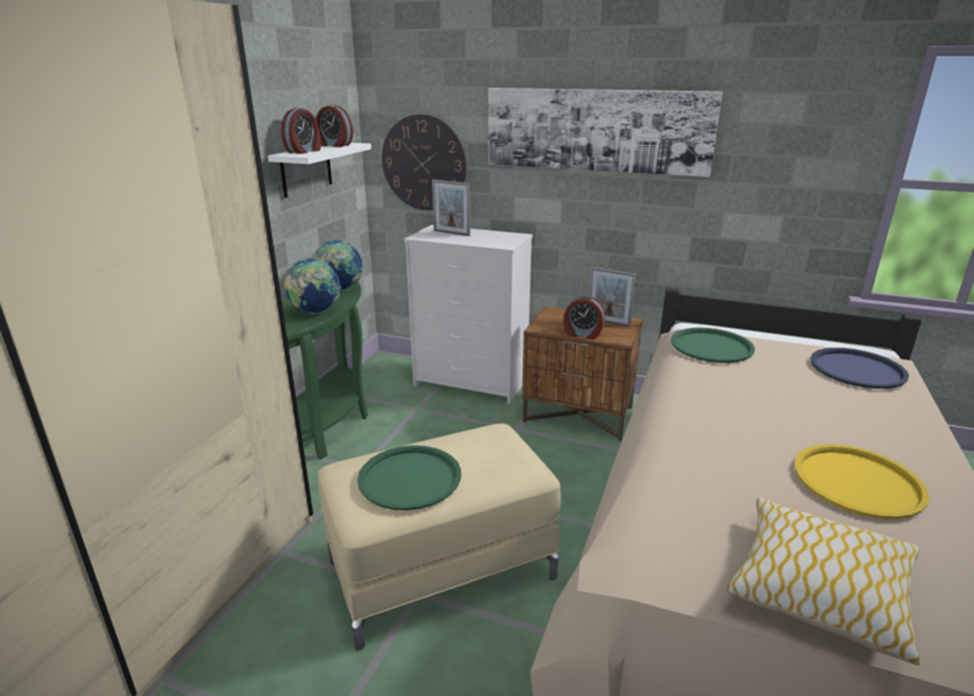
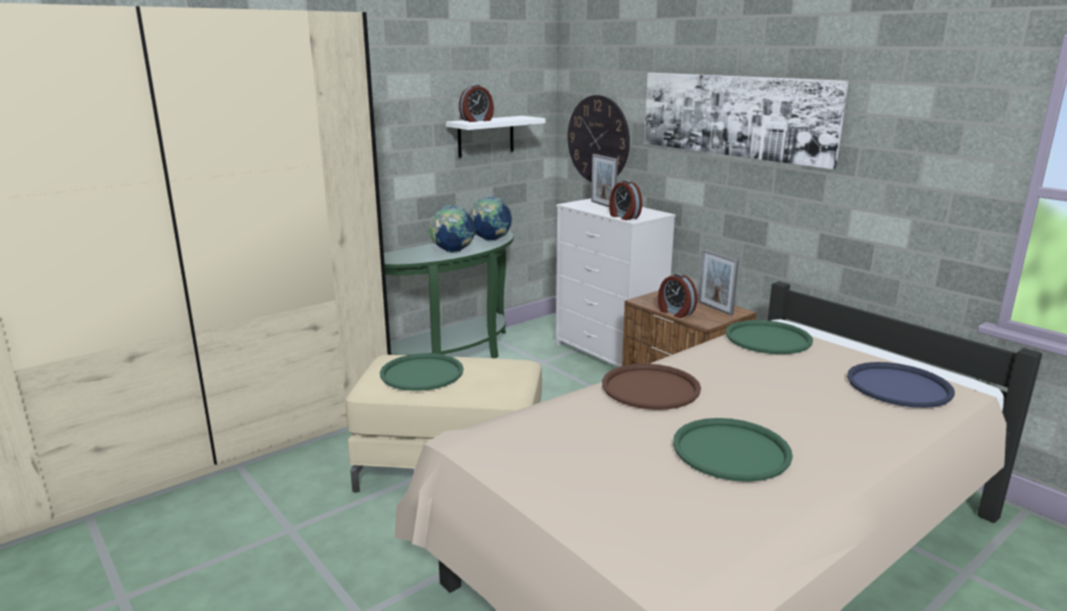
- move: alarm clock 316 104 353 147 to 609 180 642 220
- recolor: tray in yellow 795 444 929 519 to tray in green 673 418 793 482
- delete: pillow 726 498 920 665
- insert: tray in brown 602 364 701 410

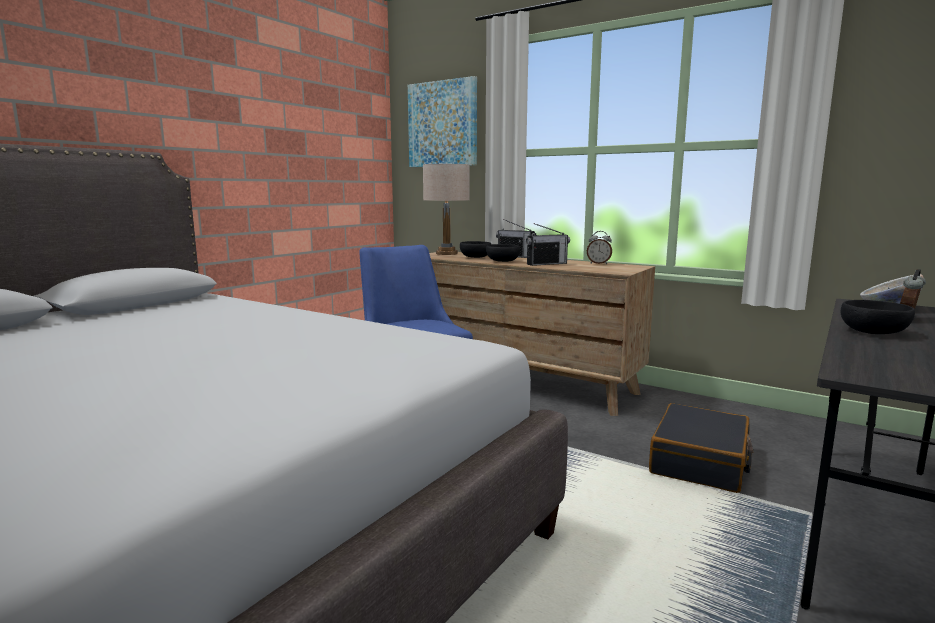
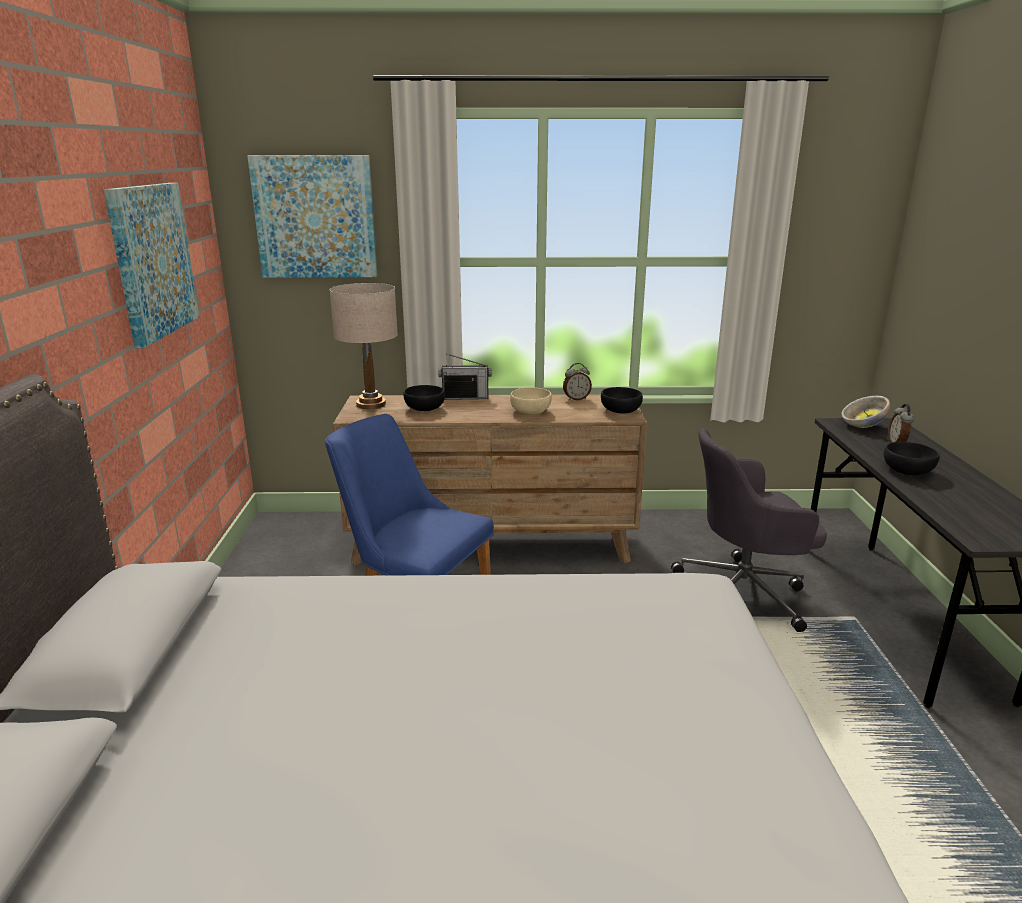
- replace: radio 526 223 570 266 to bowl in beige 510 387 552 414
- move: bowl in black 486 244 520 262 to 601 387 643 413
- replace: suitcase in black 649 403 754 493 to office chair in grey 671 428 827 632
- insert: picture 104 183 199 348

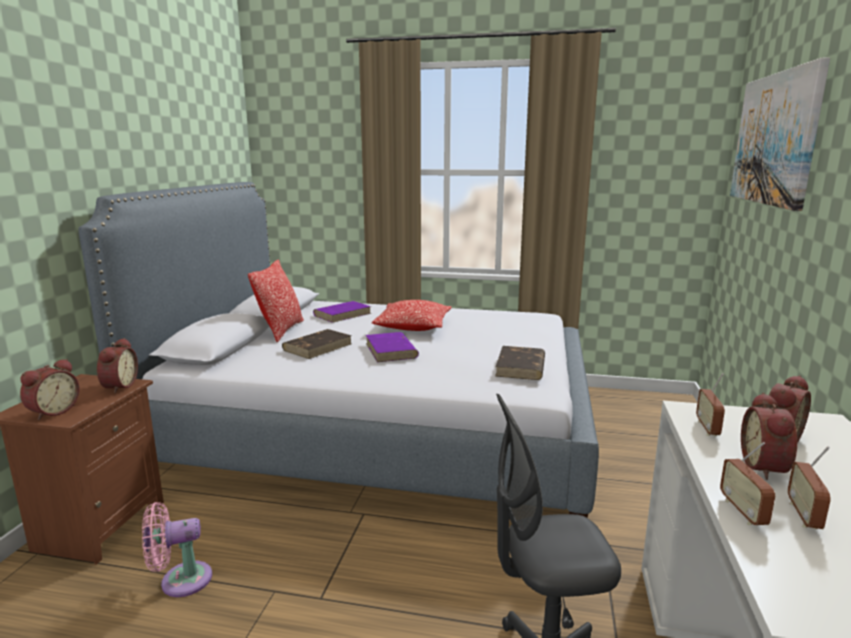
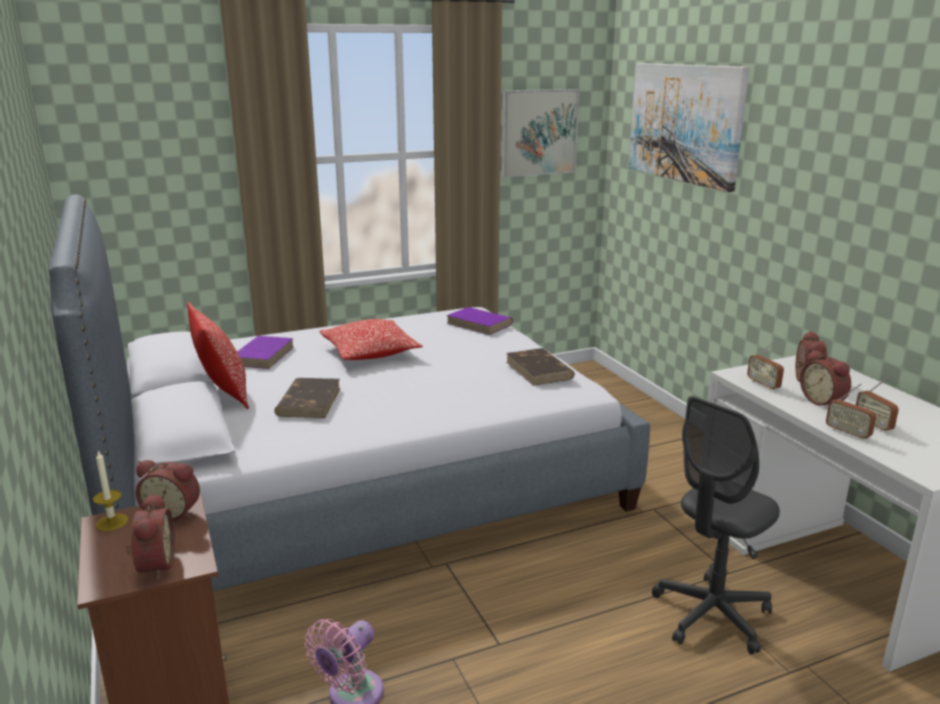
- move: book in purple 366 332 419 362 to 446 307 513 335
- rotate: alarm clock 97 338 138 393 = 136 460 200 522 135 degrees clockwise
- insert: picture 502 89 579 177
- insert: candle 93 450 128 531

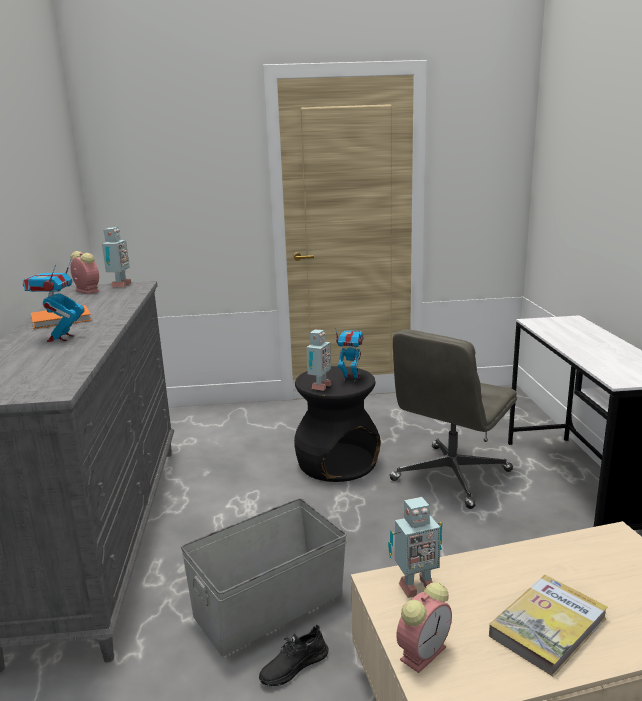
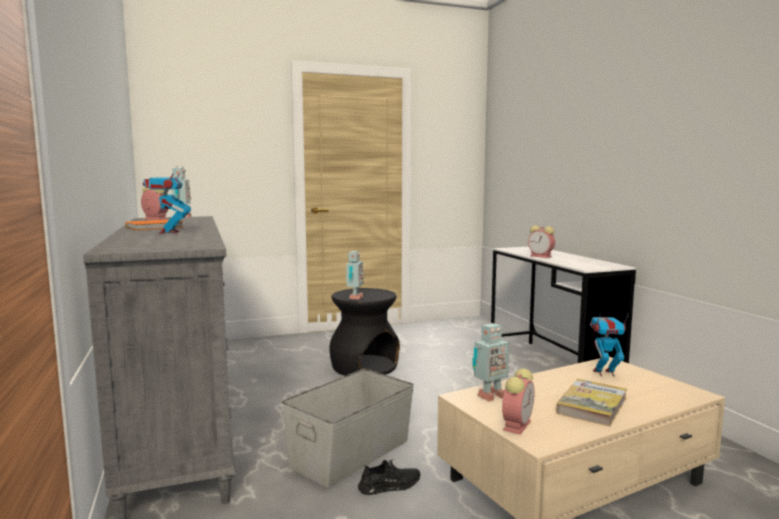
- move: toy robot 335 328 364 382 to 590 313 628 377
- delete: office chair in grey 389 329 517 509
- rotate: shoe in black 259 624 329 686 = 358 459 420 495 150 degrees counterclockwise
- insert: alarm clock 528 225 555 258

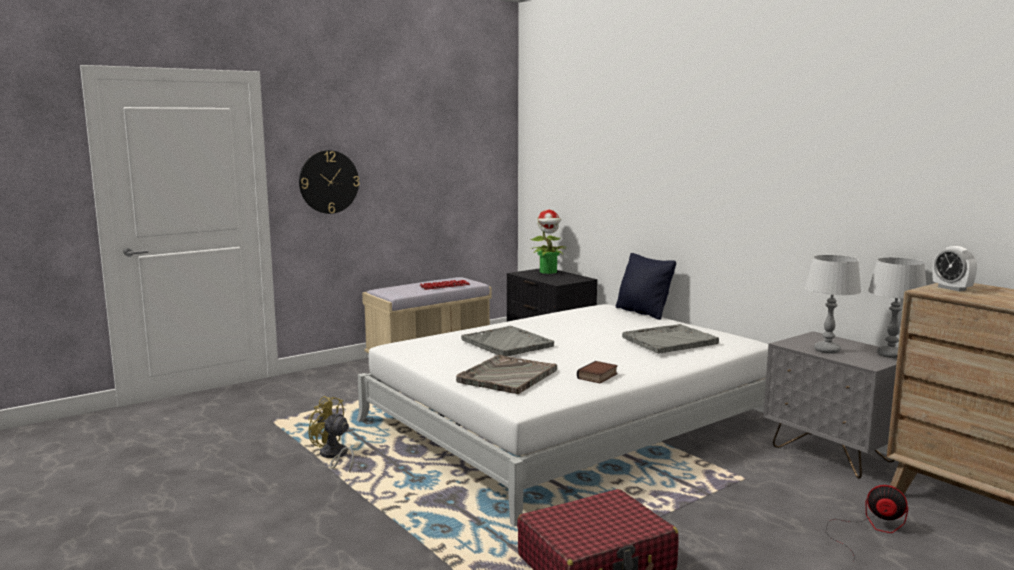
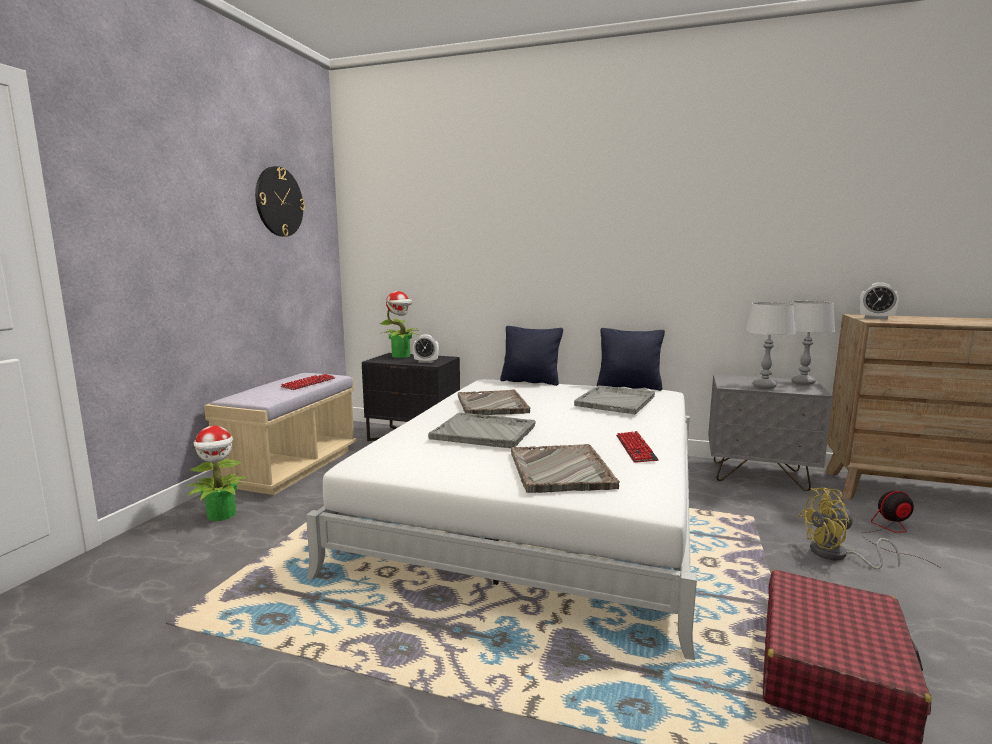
- move: wall clock 299 150 359 214 to 255 166 305 237
- replace: book 577 361 618 384 to keyboard 616 431 659 463
- move: fan in yellow 308 396 354 472 to 798 488 900 569
- insert: pillow in black 597 328 665 391
- insert: alarm clock 413 335 439 363
- insert: tray in grey 458 389 530 415
- insert: potted plant 186 426 247 521

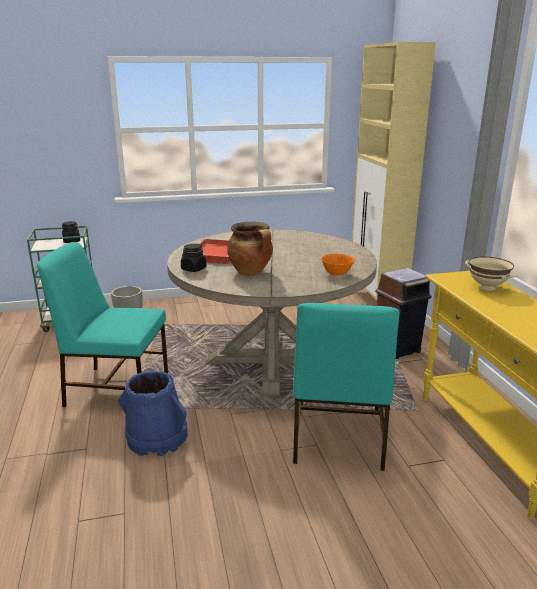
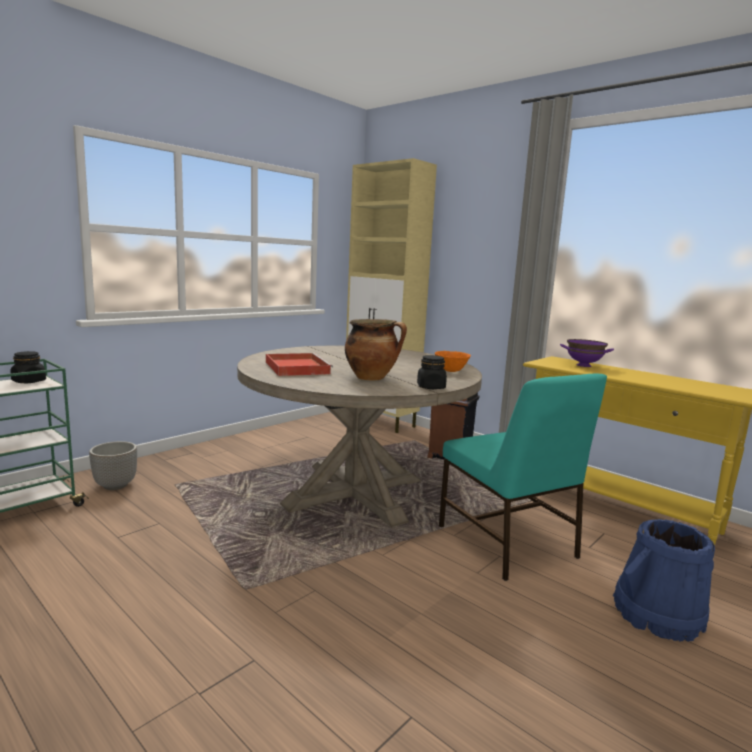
- delete: chair in turquoise 37 242 168 407
- move: jar in black 181 244 206 272 to 417 355 447 389
- recolor: bowl in beige 465 257 517 291 to bowl in purple 560 339 614 367
- move: bucket in blue 118 371 188 456 to 613 519 715 641

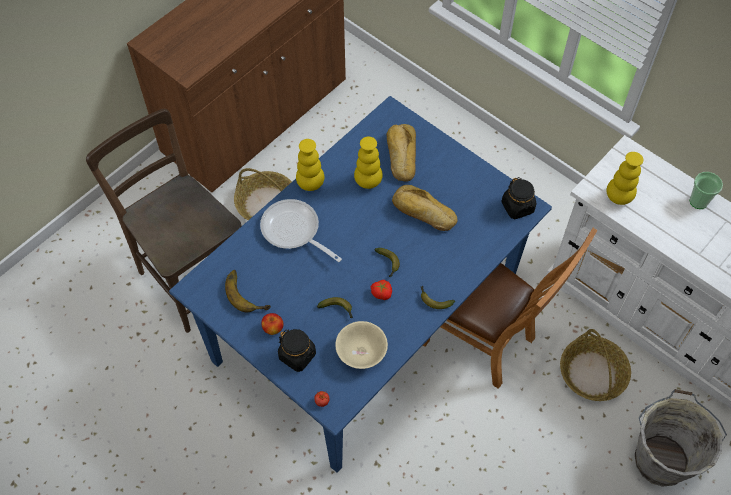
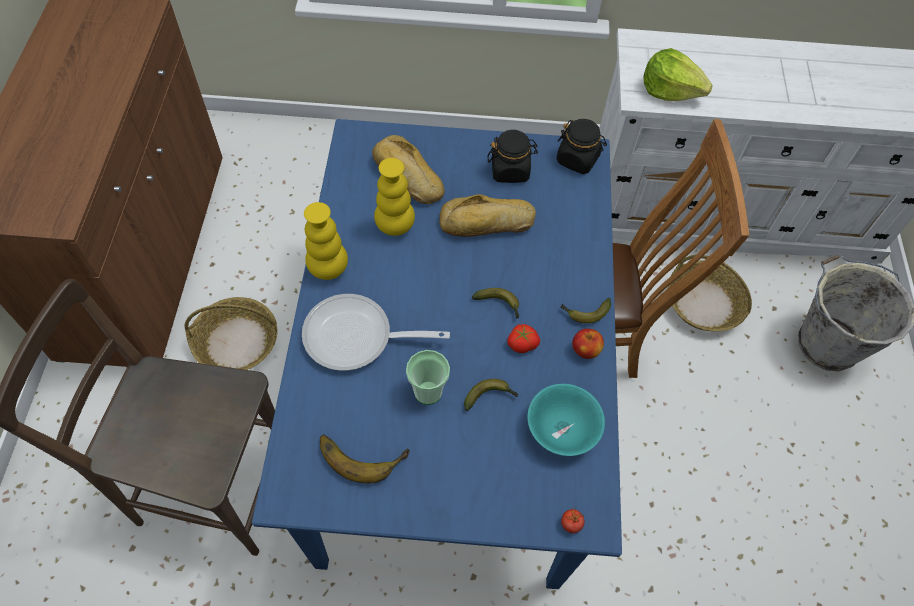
- replace: vase in yellow 607 152 643 205 to lettuce 644 48 713 101
- move: cup 690 172 723 209 to 406 350 450 405
- move: apple 262 313 283 335 to 572 329 604 359
- recolor: bowl in beige 335 321 388 369 to bowl in turquoise 527 384 605 456
- move: jar in black 278 329 316 372 to 487 130 538 183

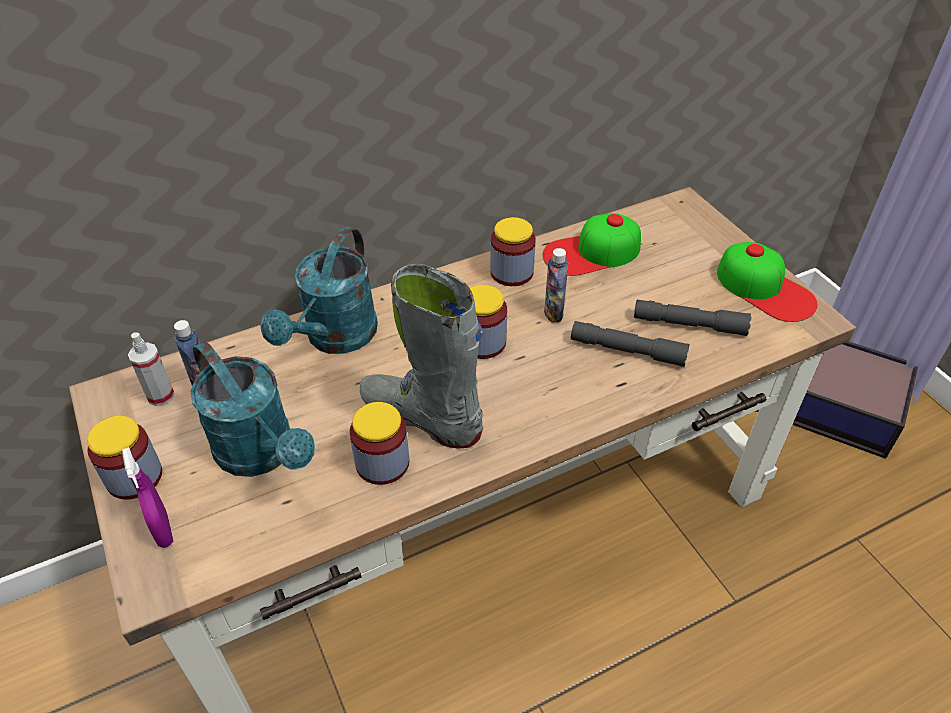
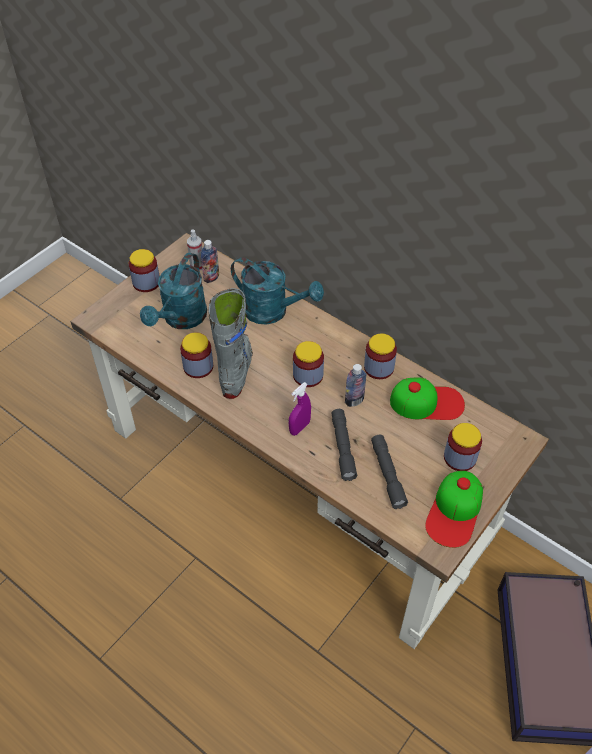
- rotate: cap 543 213 641 276 = 390 378 465 420 135 degrees clockwise
- rotate: watering can in turquoise 260 227 378 354 = 231 257 324 325 150 degrees counterclockwise
- move: spray bottle in purple 122 447 173 548 to 289 382 311 436
- insert: jar 444 423 482 471

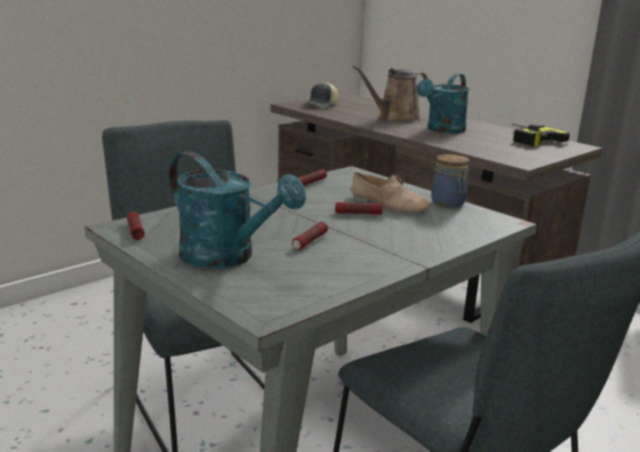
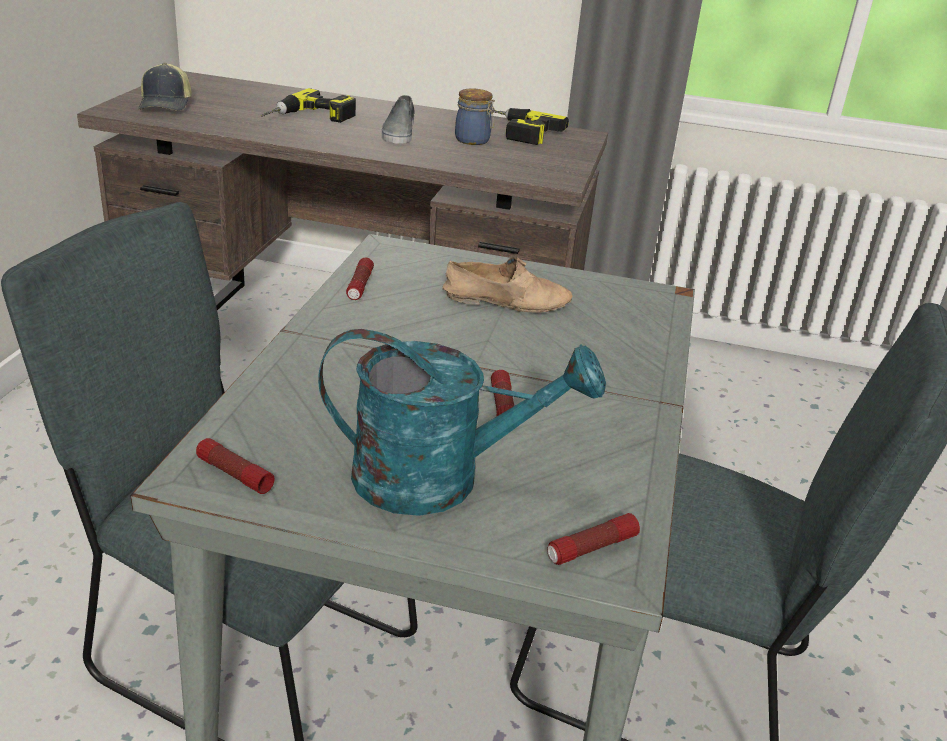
- replace: watering can in brown 353 66 428 122 to power drill 261 88 356 123
- replace: watering can in turquoise 416 74 469 133 to shoe in grey 382 95 414 144
- move: jar 431 154 469 208 to 455 88 495 145
- move: flashlight 335 202 382 215 to 547 513 640 565

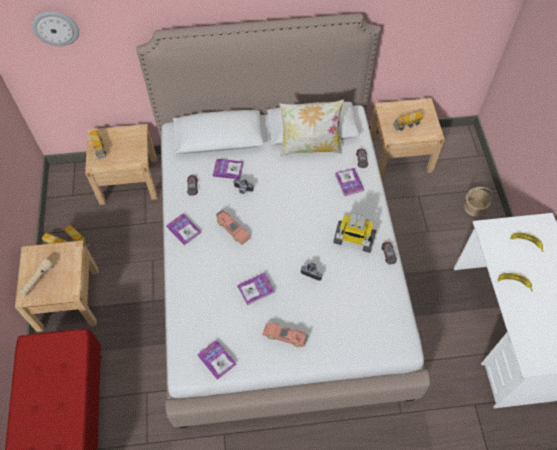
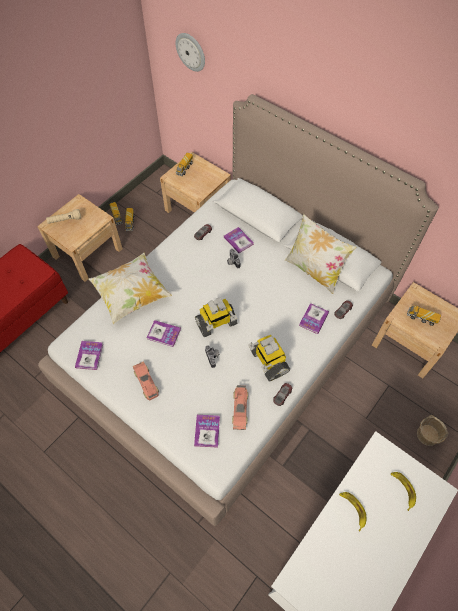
- move: toy car 216 210 251 245 to 232 385 248 430
- move: book 166 213 201 245 to 194 415 220 448
- insert: pillow 89 253 172 324
- insert: toy robot 195 298 238 337

